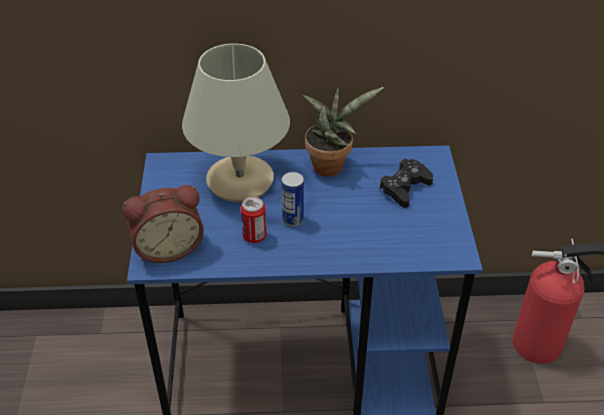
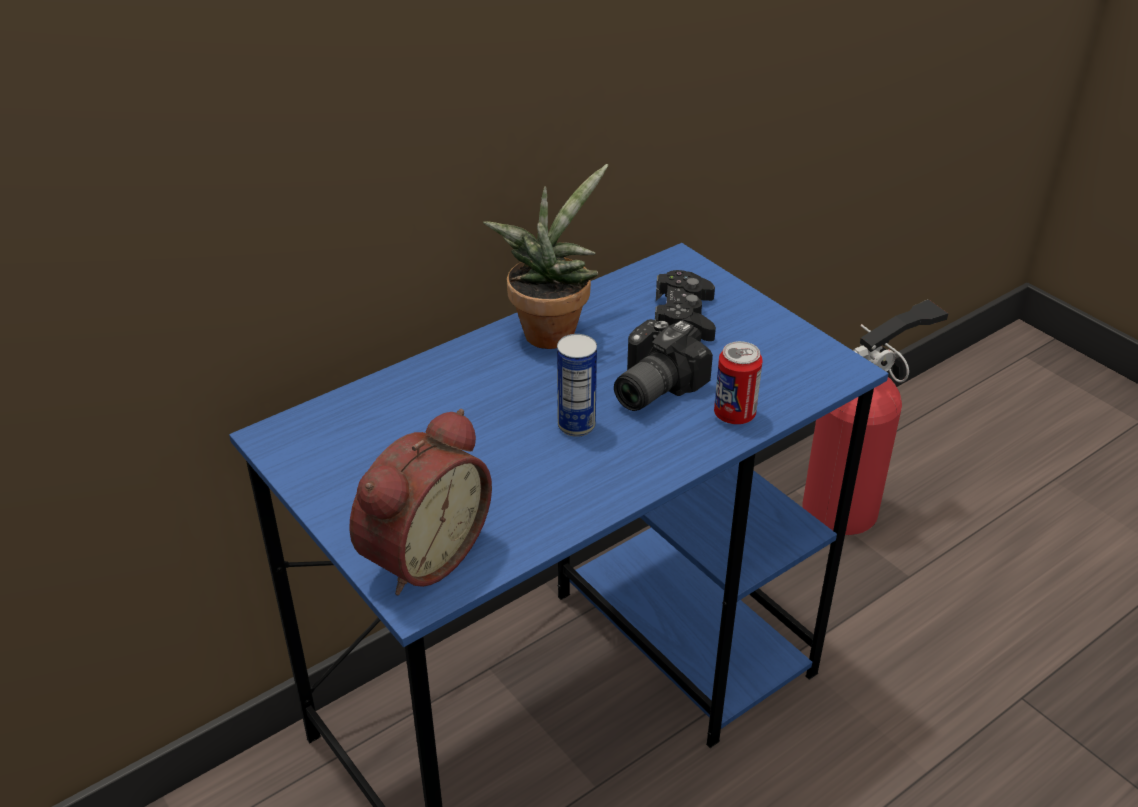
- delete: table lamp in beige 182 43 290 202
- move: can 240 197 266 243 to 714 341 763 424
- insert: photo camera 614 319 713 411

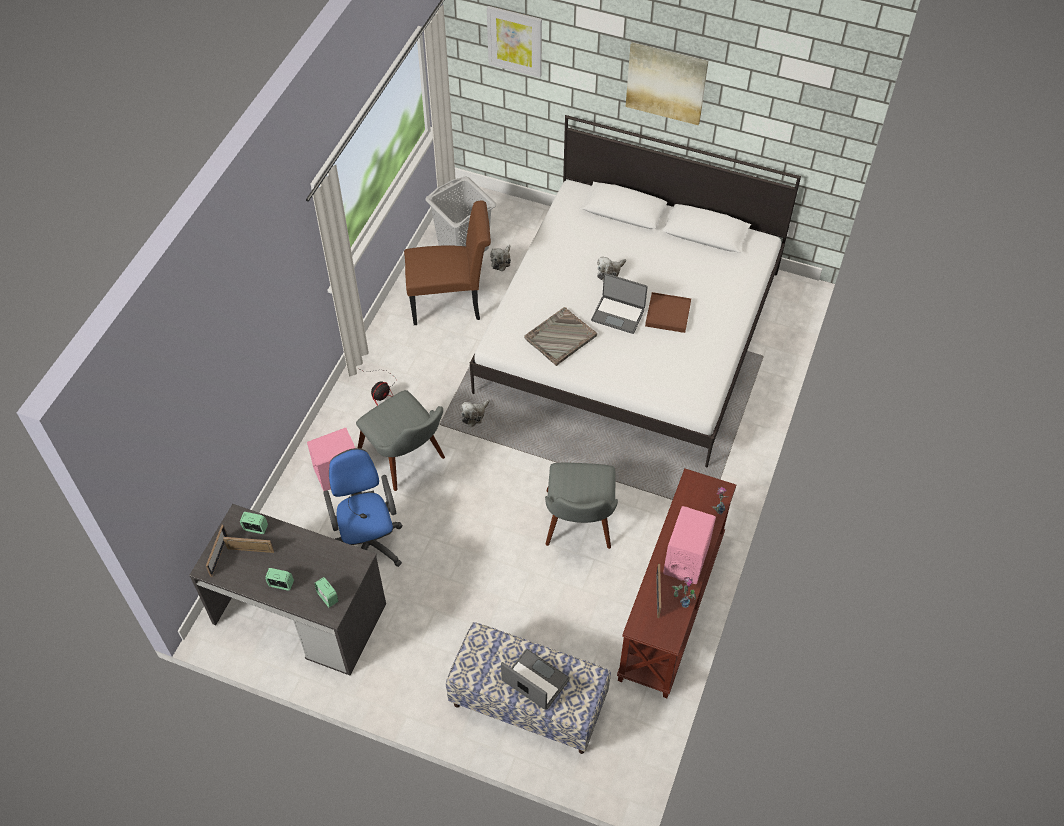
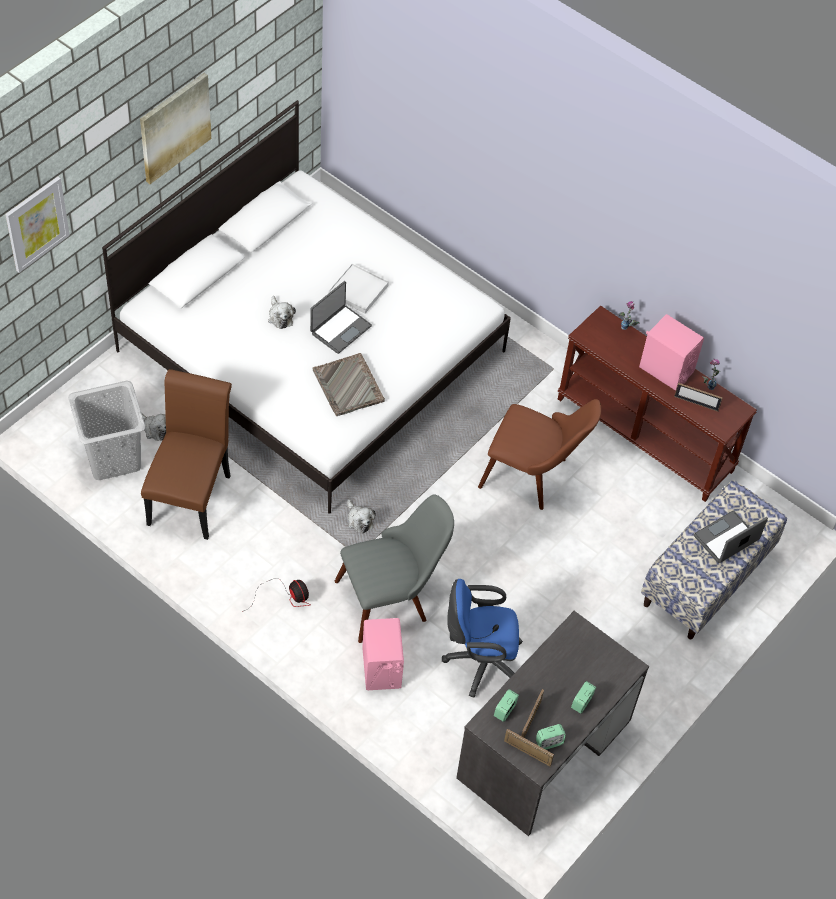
- recolor: tray in brown 645 292 691 333 to tray in white 329 263 389 314
- recolor: chair in grey 545 463 618 549 to chair in brown 478 399 601 510
- move: alarm clock 314 577 338 607 to 536 724 566 750

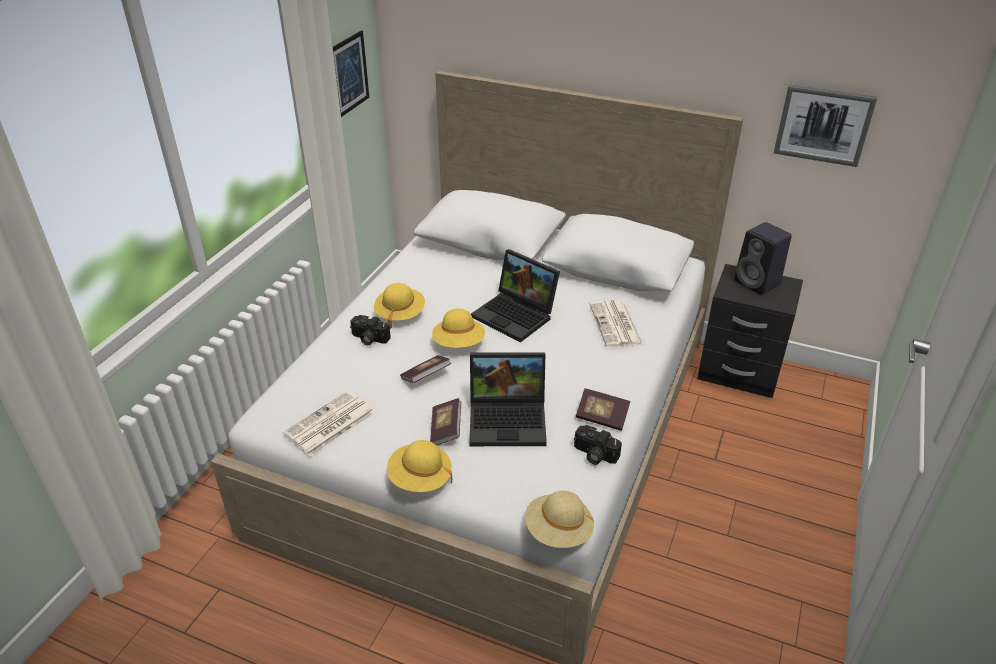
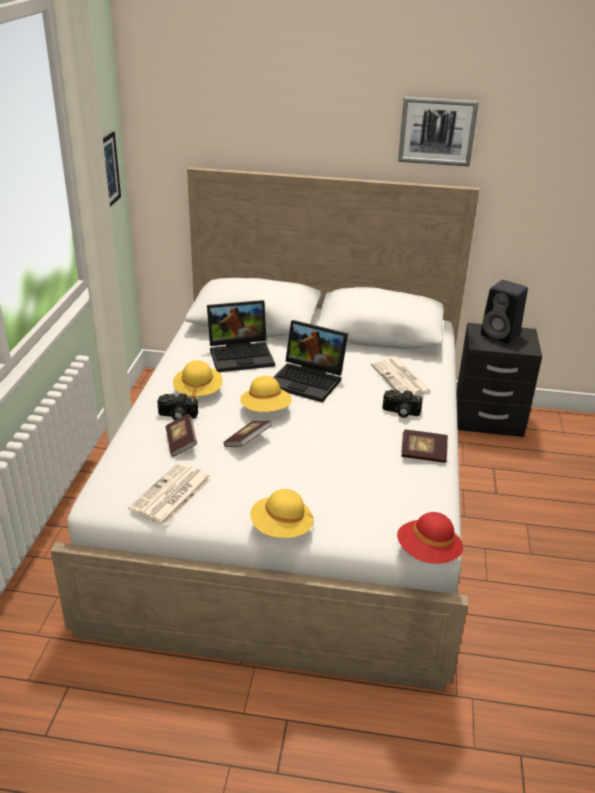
- move: picture 774 85 877 167 to 398 97 479 167
- move: laptop 469 352 547 446 to 207 300 275 372
- move: book 430 398 461 446 to 165 414 197 457
- move: photo camera 574 425 622 465 to 382 390 423 418
- recolor: hat in beige 525 491 594 548 to hat in red 397 512 463 564

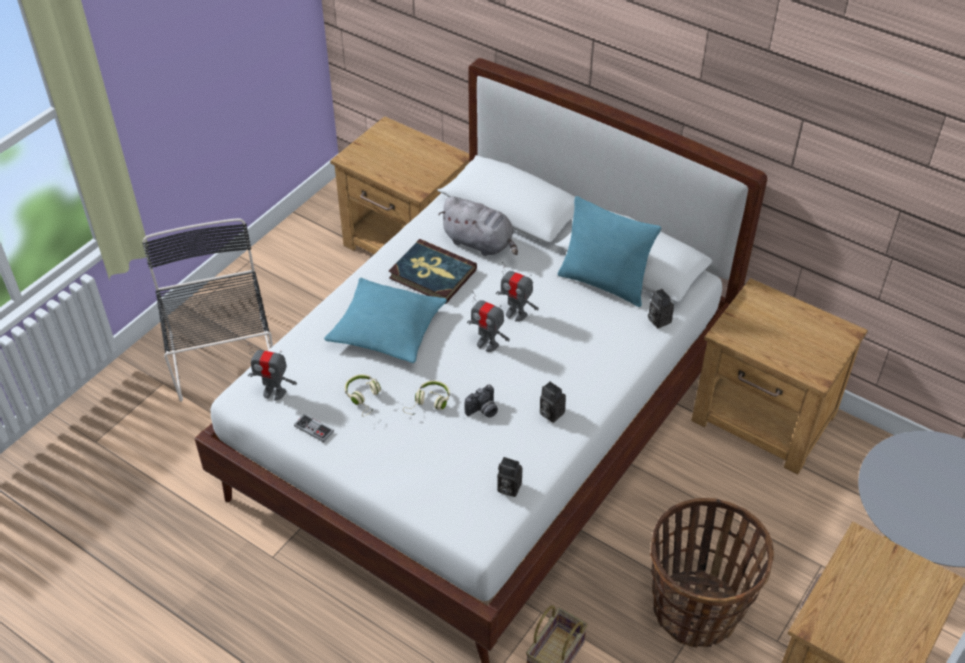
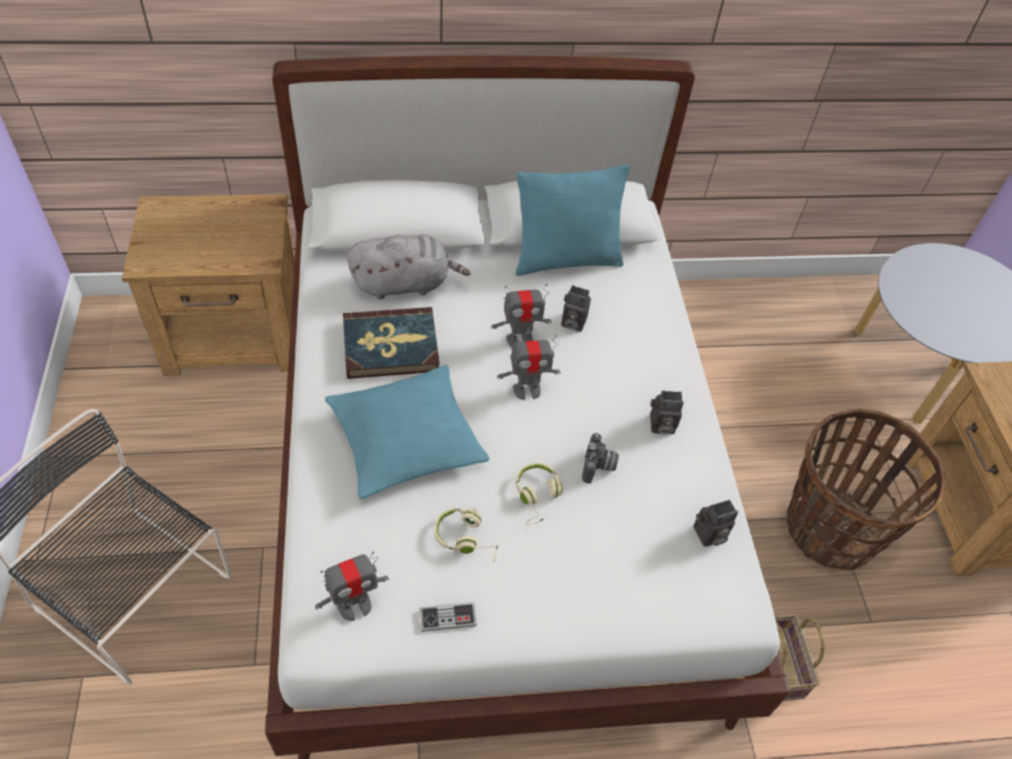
- delete: nightstand in brown 691 278 868 474
- move: photo camera 648 289 674 328 to 561 285 591 332

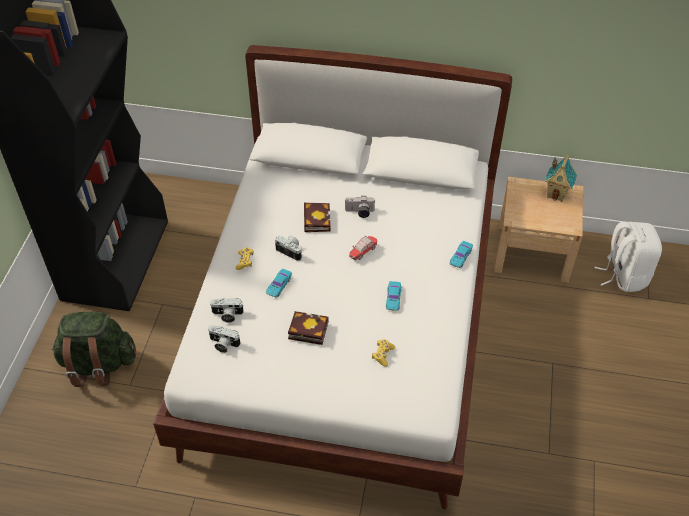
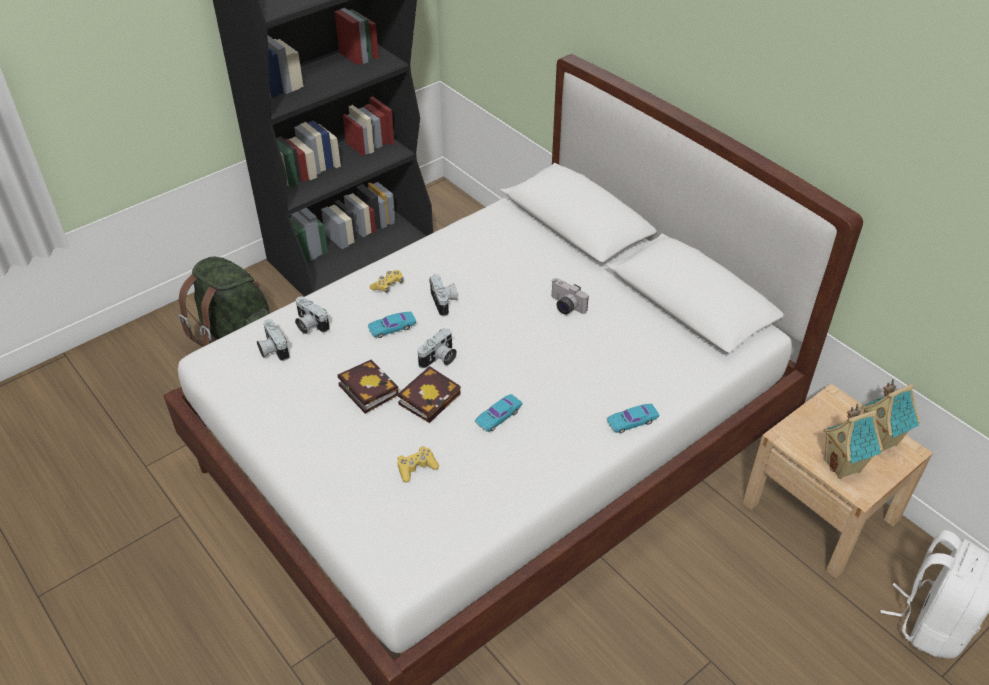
- move: book 304 202 331 232 to 398 366 460 423
- delete: toy car 349 236 377 260
- insert: photo camera 417 328 457 368
- insert: toy house 823 404 883 479

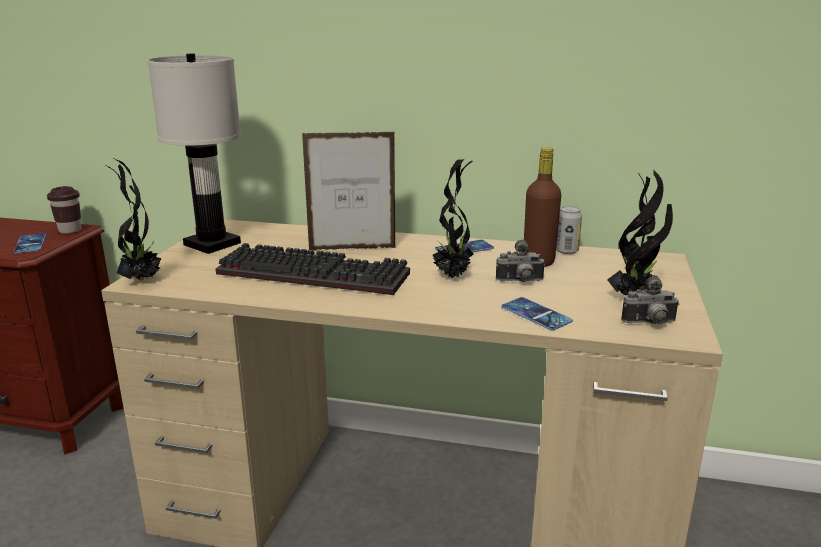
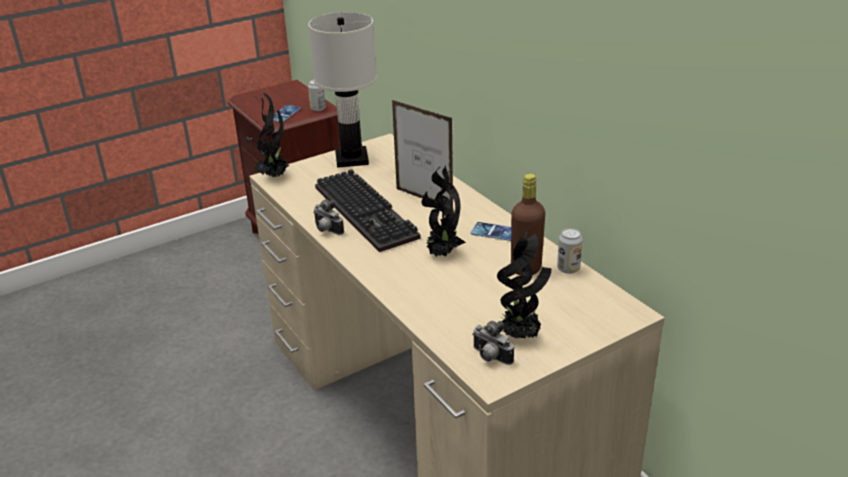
- replace: cup in brown 47 186 81 234 to can 308 80 326 111
- move: photo camera 496 240 545 282 to 313 199 344 235
- delete: phone 501 297 573 331

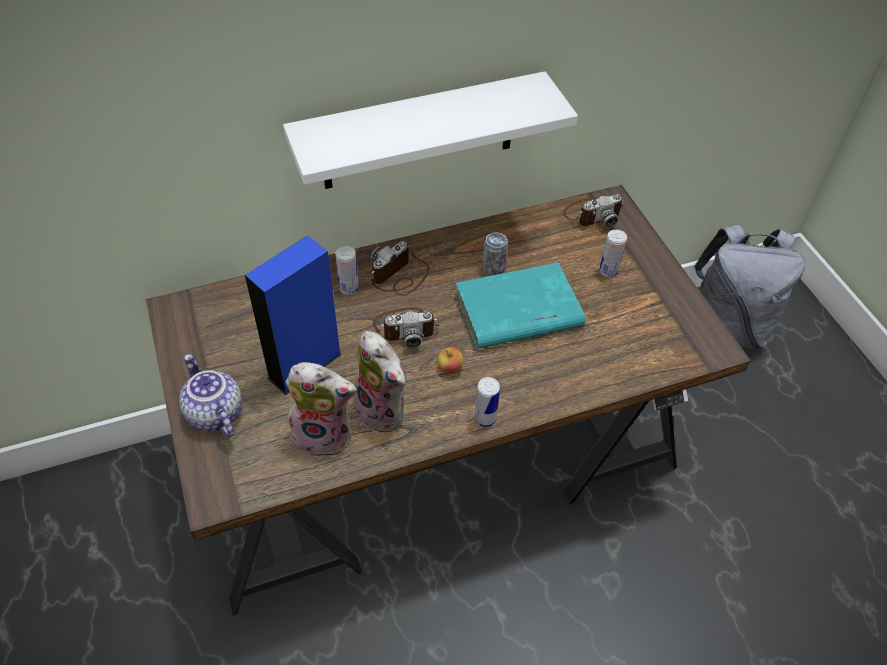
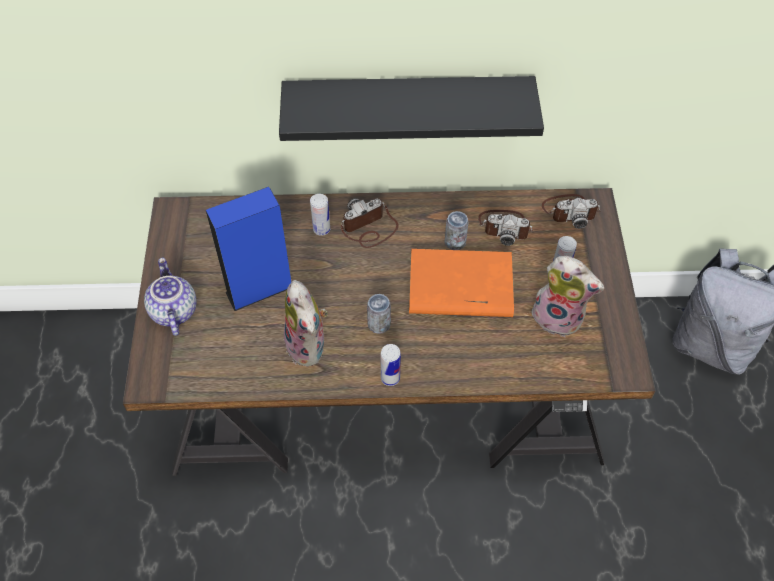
- recolor: shelf in white 283 71 578 189 to shelf in black 279 76 544 141
- recolor: book in turquoise 455 262 585 349 to book in orange 409 249 514 317
- move: photo camera 373 307 439 348 to 478 210 534 246
- replace: apple 438 347 463 374 to can 367 294 391 334
- move: plush toy 286 362 357 457 to 532 256 604 337

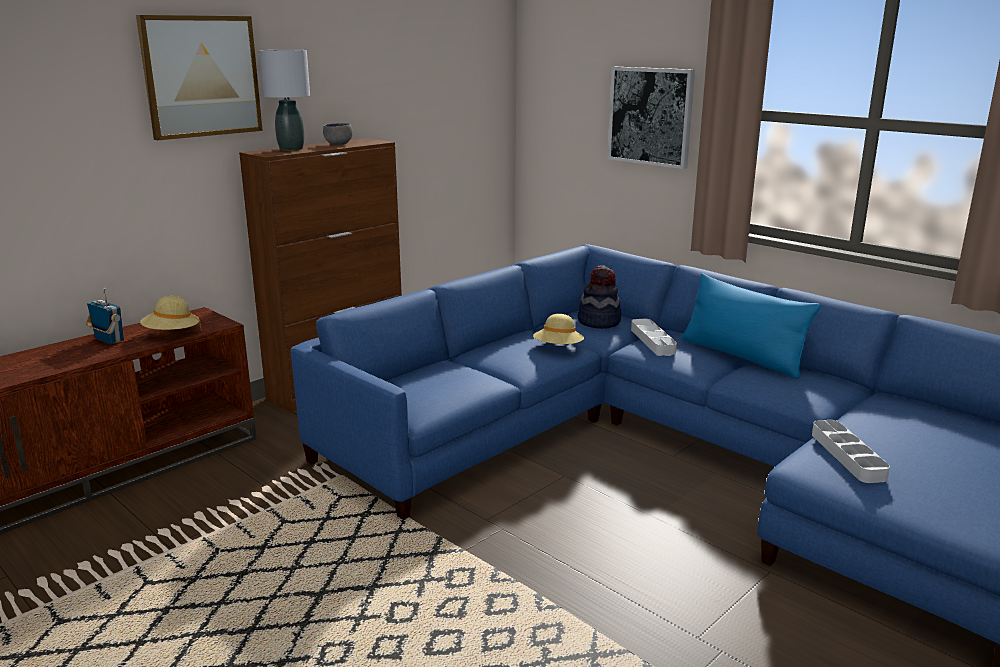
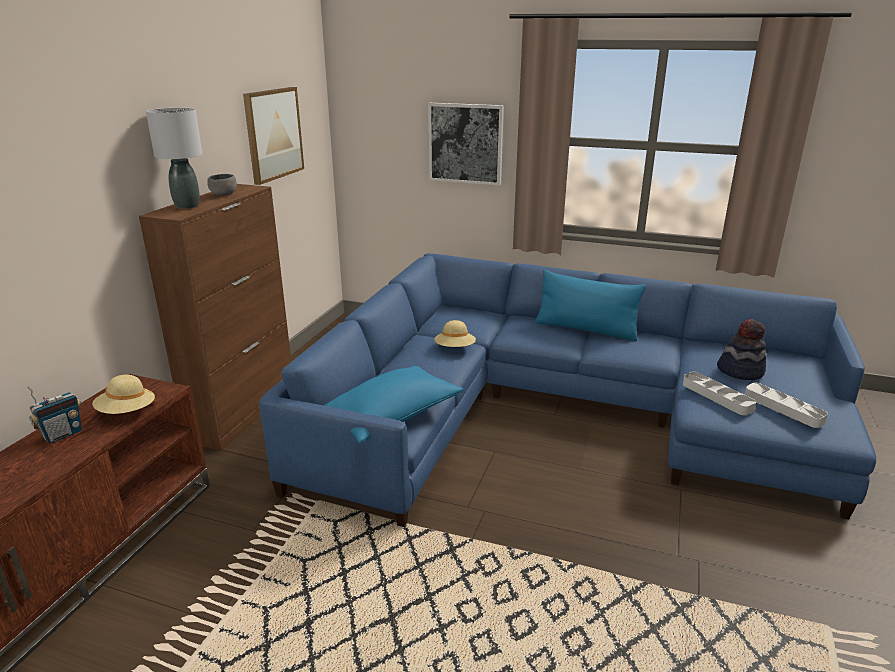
- move: picture 136 15 263 140 to 243 87 304 185
- move: hat 578 265 621 329 to 717 319 766 380
- rotate: radio 86 288 124 344 = 27 386 82 443 120 degrees clockwise
- move: tray in grey 631 319 677 355 to 745 383 828 428
- insert: pillow in blue 324 366 463 443

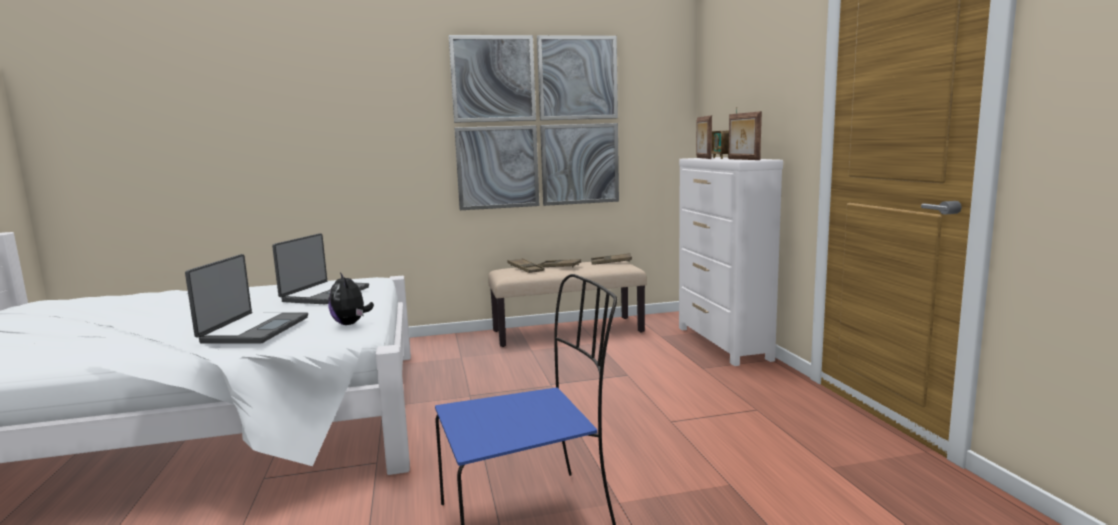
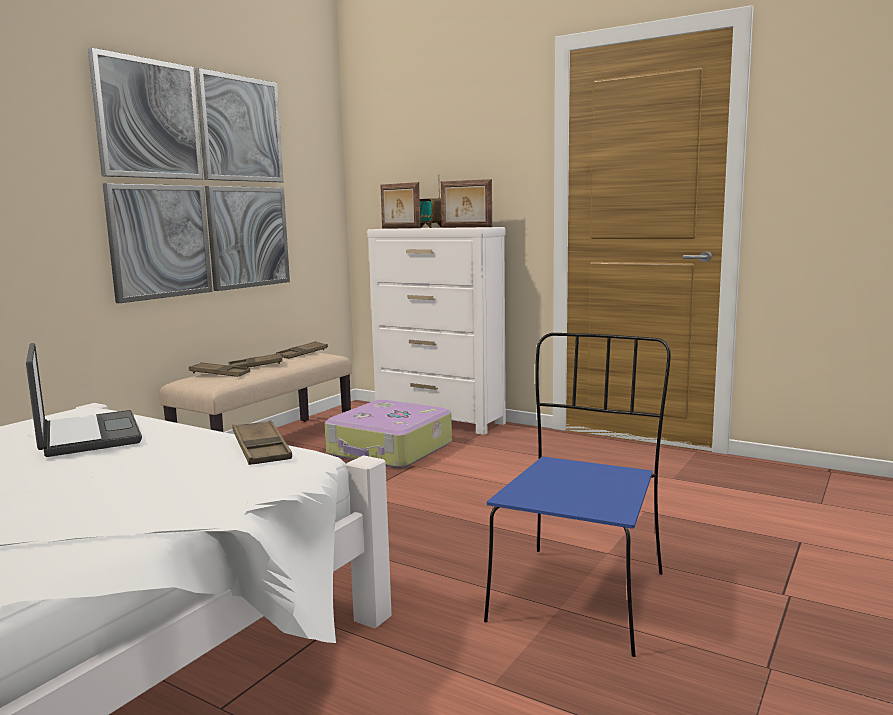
- delete: laptop 185 254 308 344
- replace: plush toy 329 272 374 325 to tray in brown 232 420 292 465
- insert: suitcase 325 400 452 468

